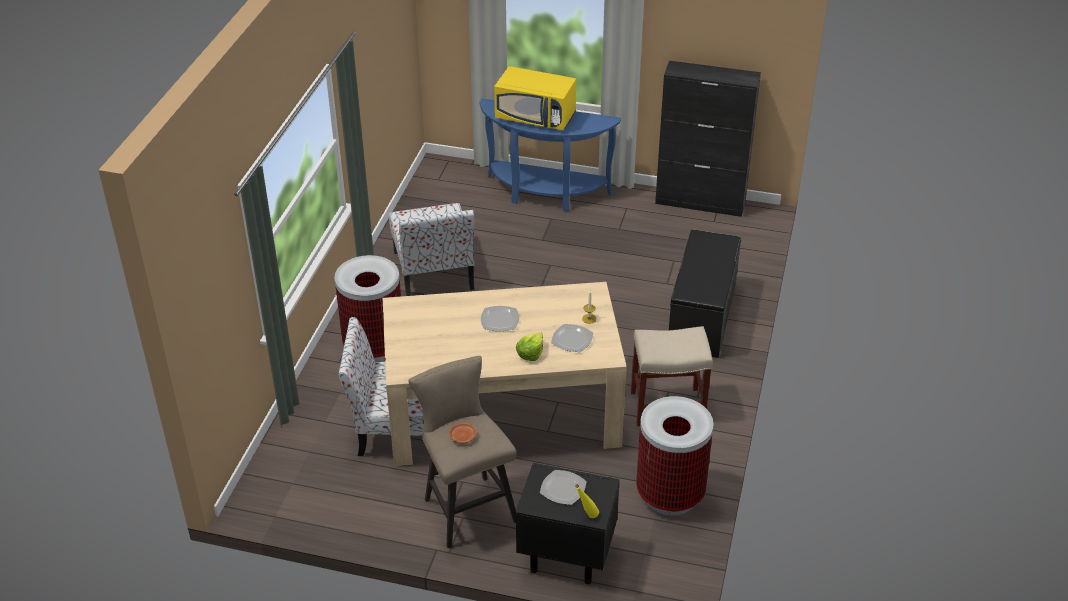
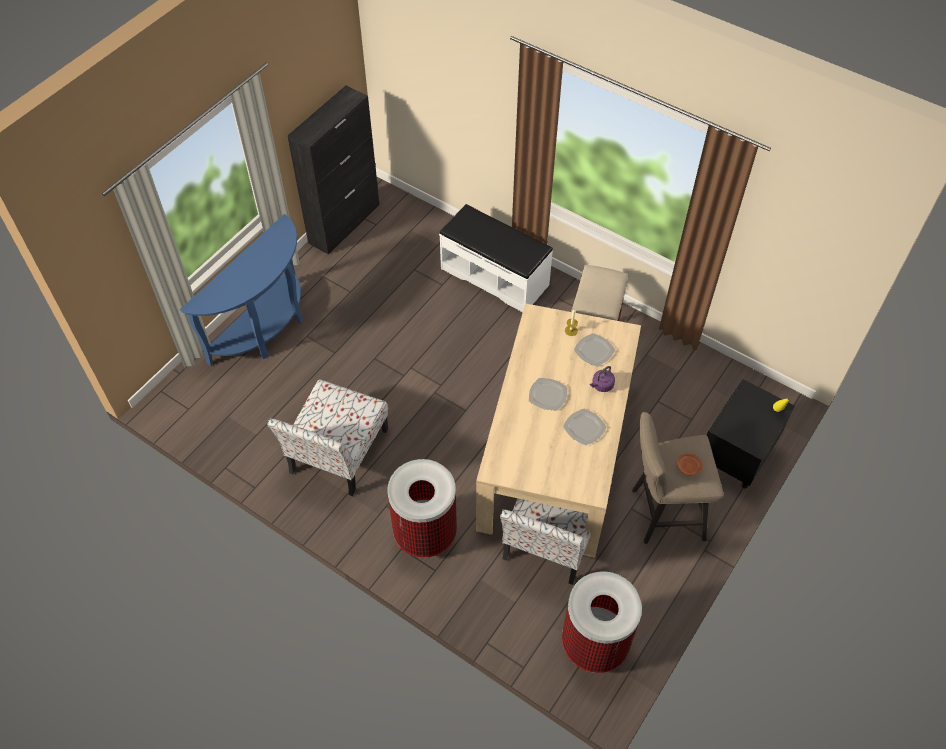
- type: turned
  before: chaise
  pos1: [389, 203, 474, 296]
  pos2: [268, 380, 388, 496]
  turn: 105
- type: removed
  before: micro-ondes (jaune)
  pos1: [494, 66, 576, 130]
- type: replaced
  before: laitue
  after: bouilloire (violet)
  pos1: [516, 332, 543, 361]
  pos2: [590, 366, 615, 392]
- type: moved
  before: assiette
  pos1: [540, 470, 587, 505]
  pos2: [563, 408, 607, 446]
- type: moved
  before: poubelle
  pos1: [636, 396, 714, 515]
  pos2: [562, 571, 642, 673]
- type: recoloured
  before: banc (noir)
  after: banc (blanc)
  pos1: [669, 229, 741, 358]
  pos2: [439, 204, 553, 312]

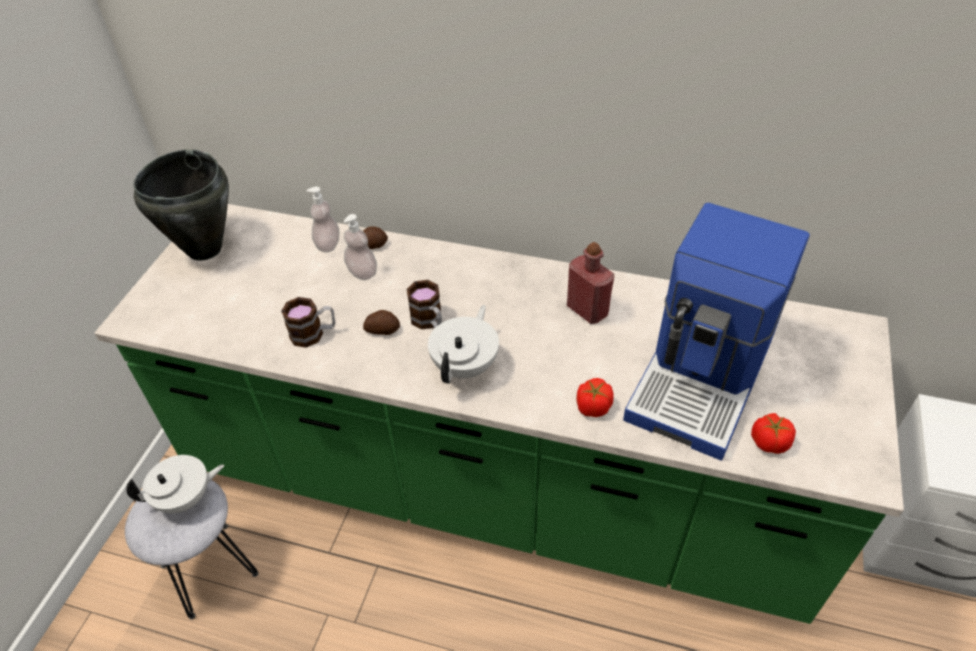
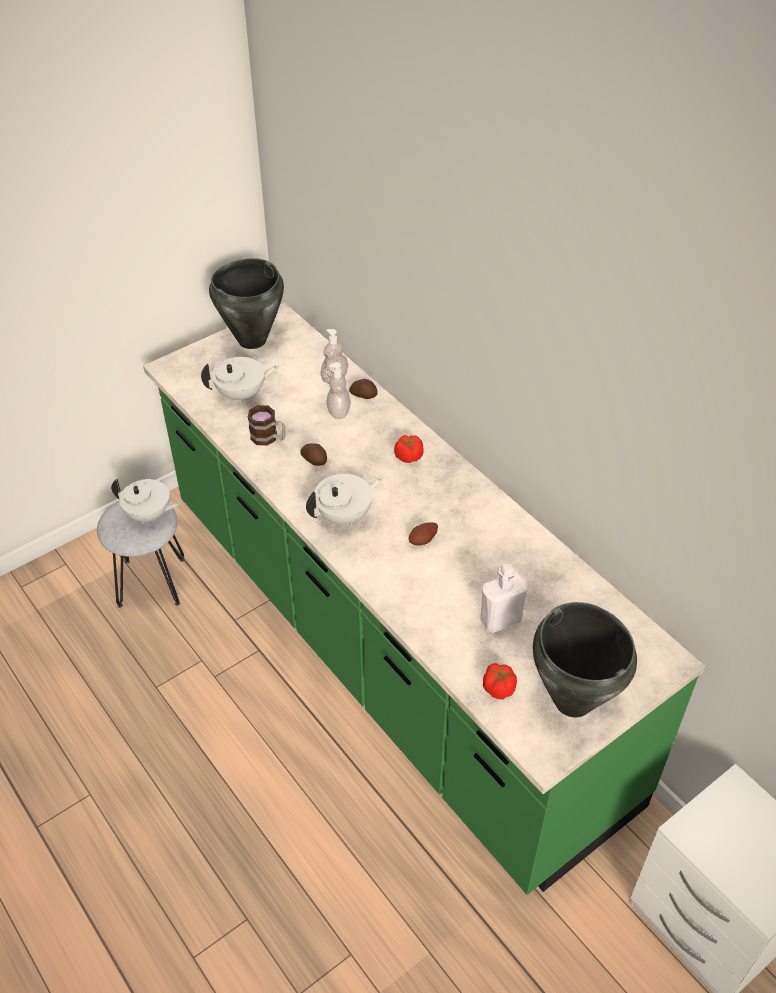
- type: removed
  before: mug
  pos1: [407, 280, 442, 330]
- type: removed
  before: bouteille (rouge)
  pos1: [567, 242, 614, 324]
- type: moved
  before: tomate
  pos1: [576, 378, 614, 417]
  pos2: [394, 435, 423, 463]
- type: replaced
  before: machine à café
  after: bouteille (blanc)
  pos1: [623, 203, 810, 461]
  pos2: [480, 563, 528, 633]
- type: added
  after: théière (blanc)
  pos2: [201, 357, 279, 404]
- type: added
  after: pomme de terre
  pos2: [409, 522, 438, 545]
- type: added
  after: marmite (noir)
  pos2: [533, 602, 637, 717]

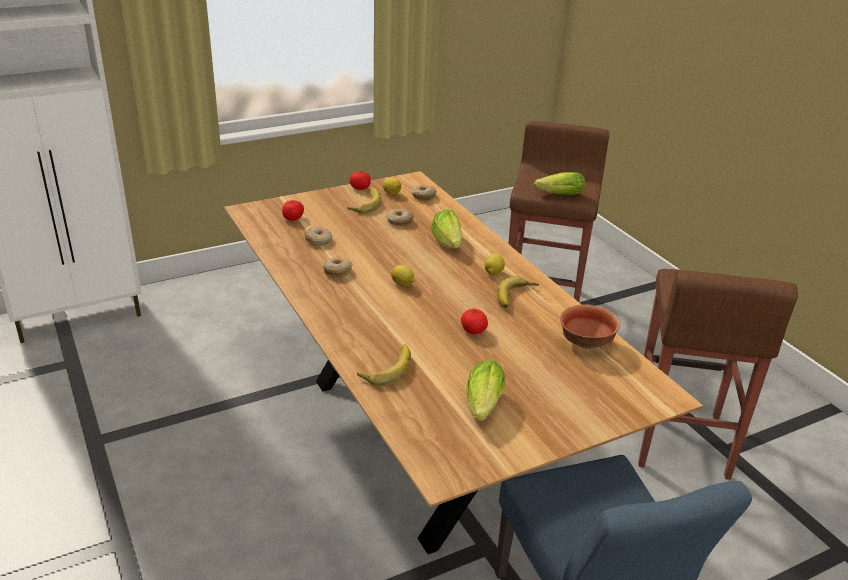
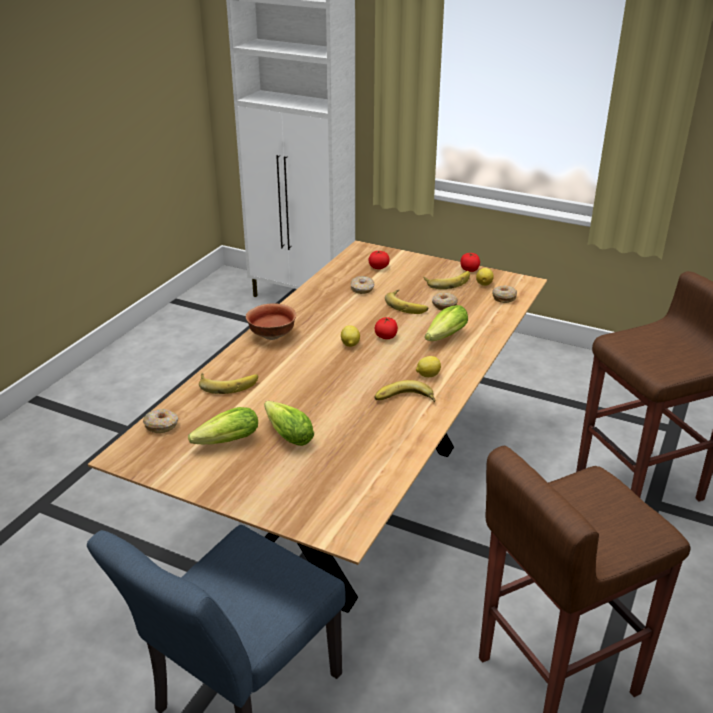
- type: moved
  before: beignet
  pos1: [323, 258, 352, 278]
  pos2: [143, 409, 178, 433]
- type: moved
  before: tomate
  pos1: [461, 308, 488, 334]
  pos2: [375, 317, 398, 339]
- type: moved
  before: laitue
  pos1: [534, 172, 585, 195]
  pos2: [264, 401, 314, 446]
- type: moved
  before: bol
  pos1: [560, 304, 620, 349]
  pos2: [246, 303, 296, 340]
- type: added
  after: banane
  pos2: [385, 290, 428, 314]

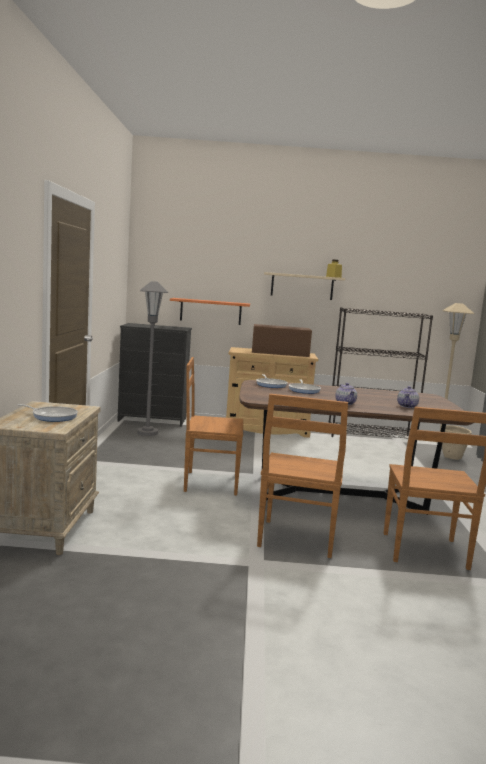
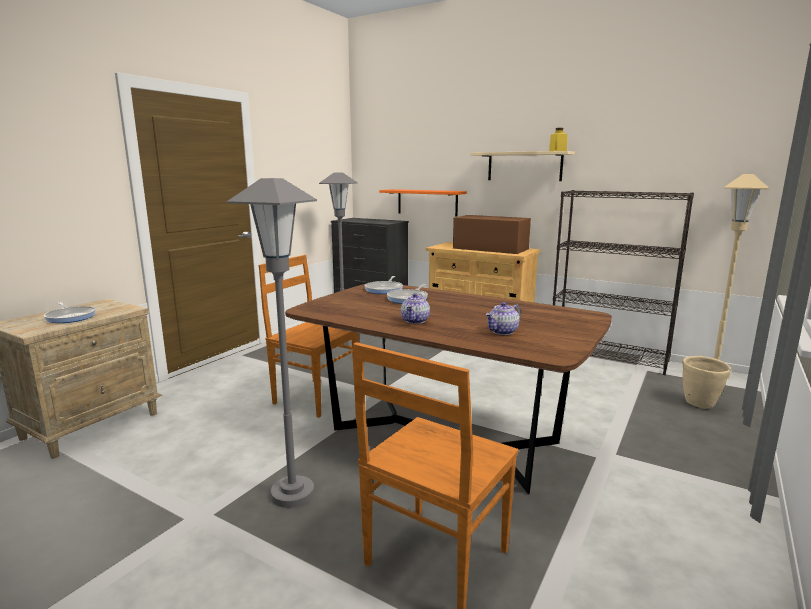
- type: replaced
  before: chaise (marron)
  after: lampadaire (gris)
  pos1: [257, 394, 348, 558]
  pos2: [227, 178, 317, 508]

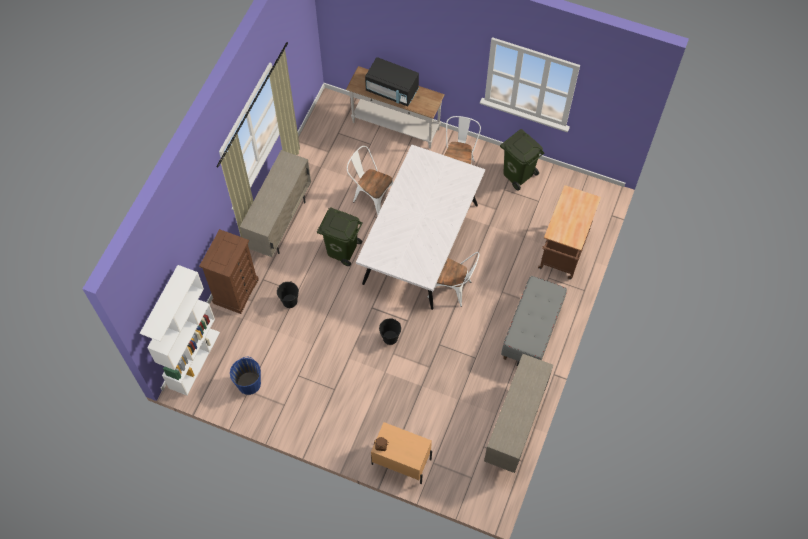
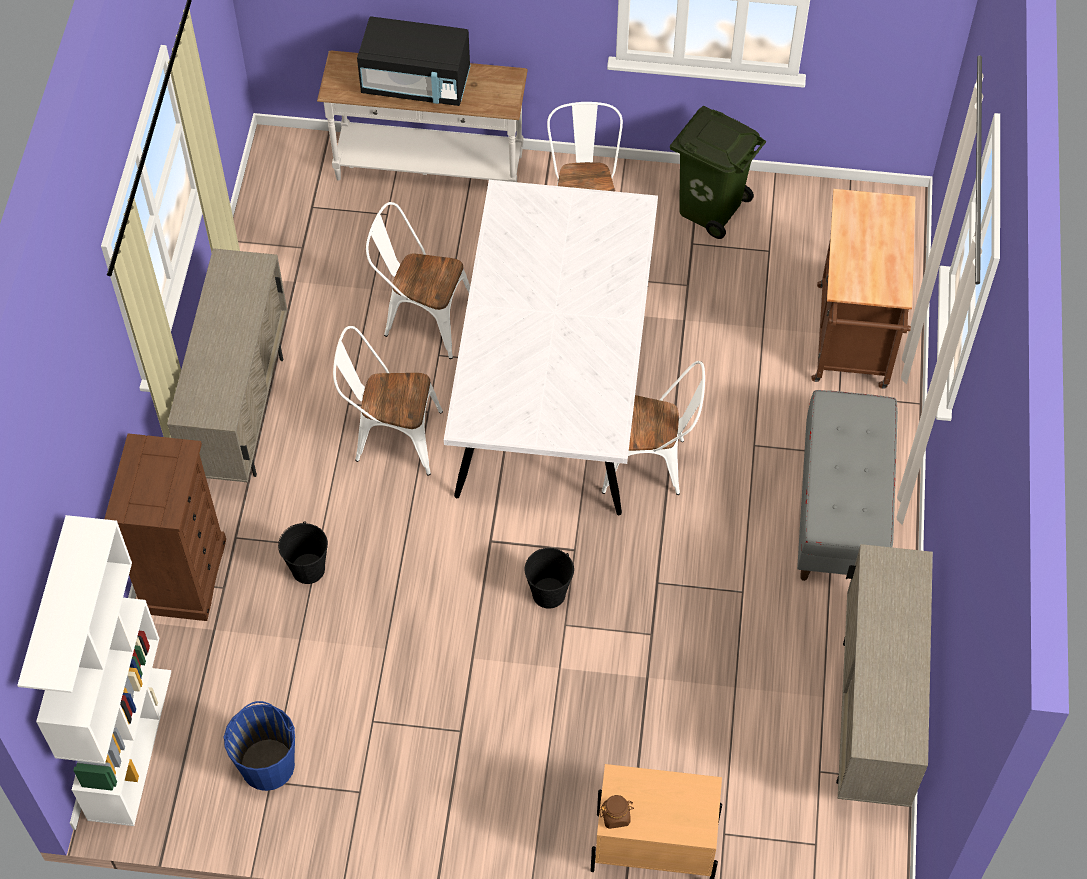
- type: replaced
  before: poubelle (vert)
  after: chaise (blanc)
  pos1: [317, 207, 363, 266]
  pos2: [333, 326, 443, 476]

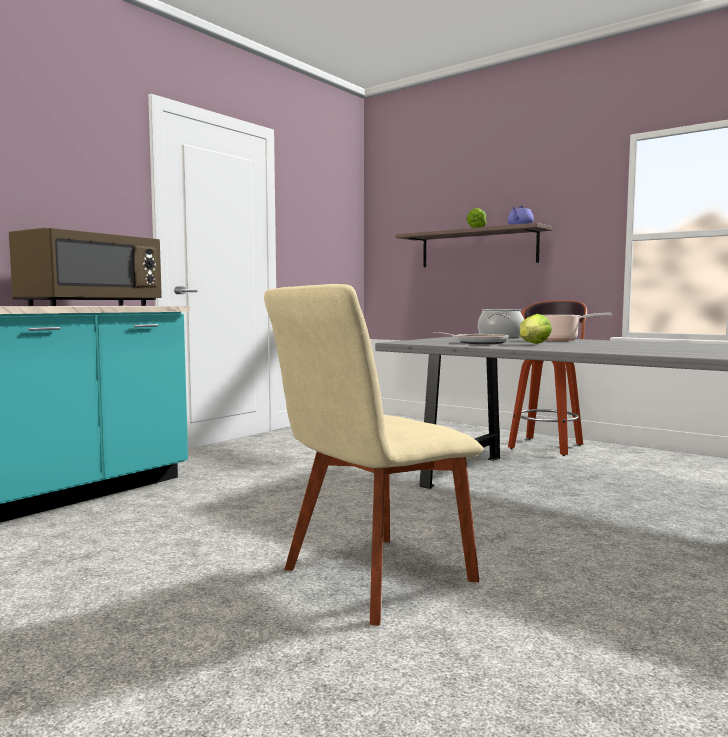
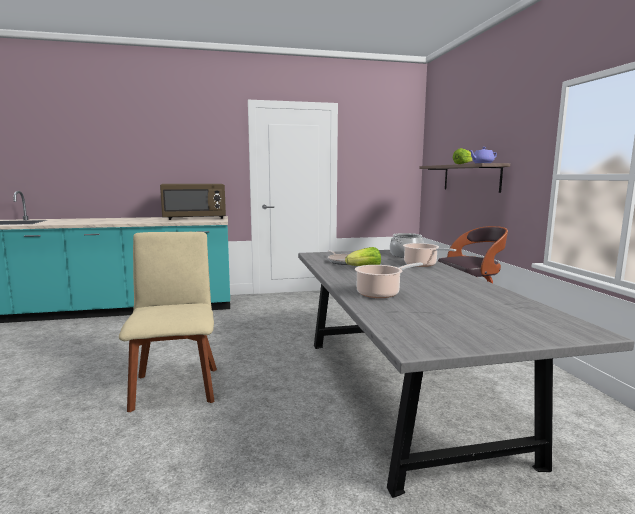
- type: turned
  before: chaise (beige)
  pos1: [264, 284, 483, 625]
  pos2: [119, 232, 217, 412]
  turn: 75
- type: added
  after: marmite
  pos2: [355, 263, 423, 298]

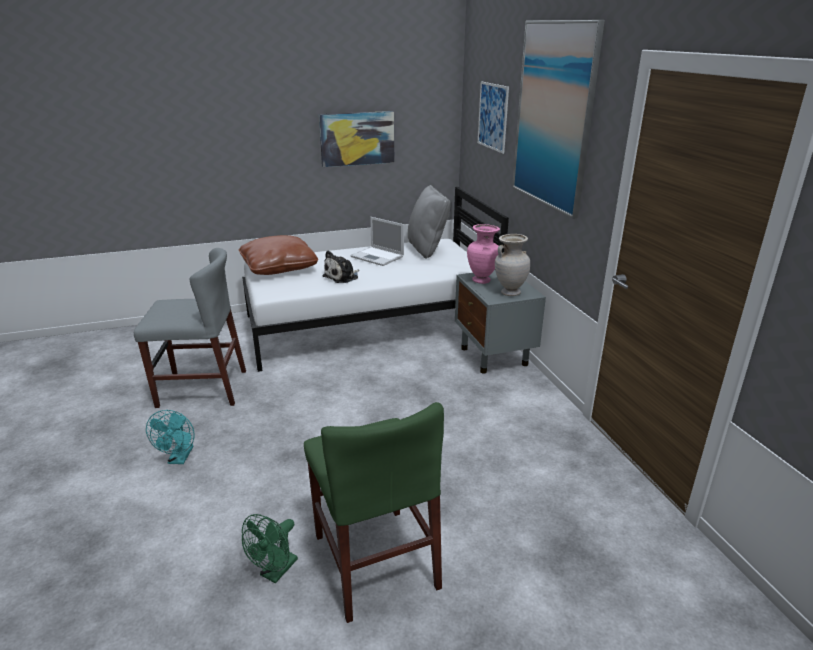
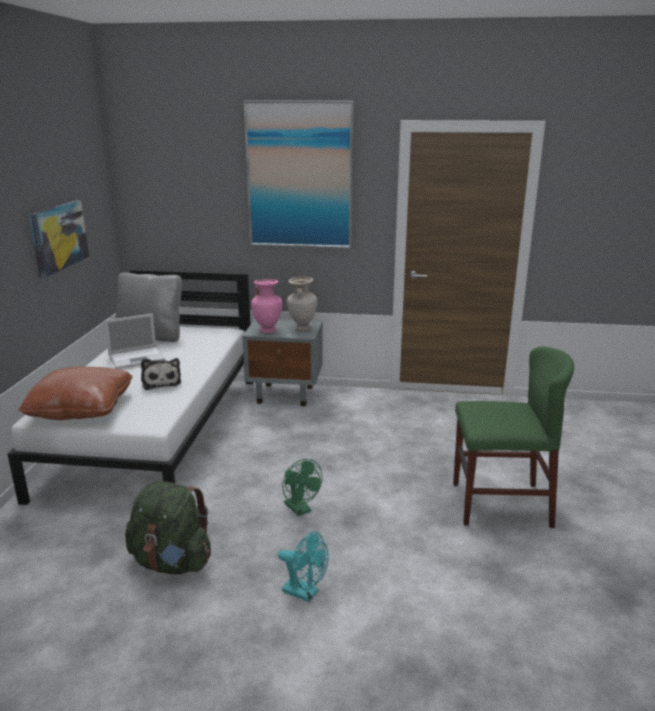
- type: replaced
  before: chaise (gris)
  after: sac à dos (vert)
  pos1: [134, 248, 246, 408]
  pos2: [125, 481, 211, 575]
- type: moved
  before: ventilateur (vert)
  pos1: [242, 514, 298, 584]
  pos2: [282, 459, 322, 516]
- type: removed
  before: tableau
  pos1: [478, 81, 509, 154]

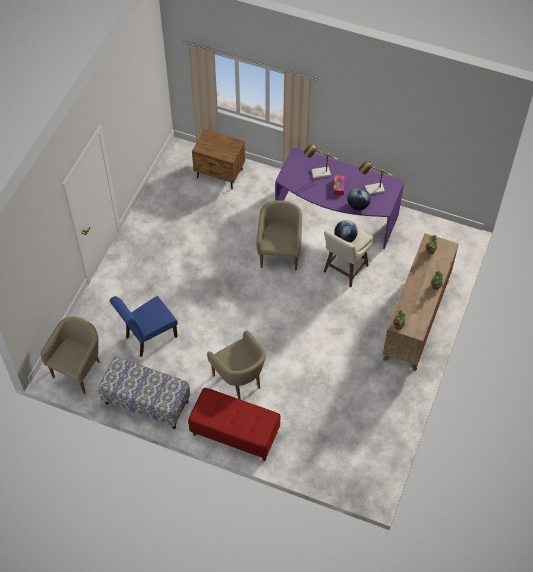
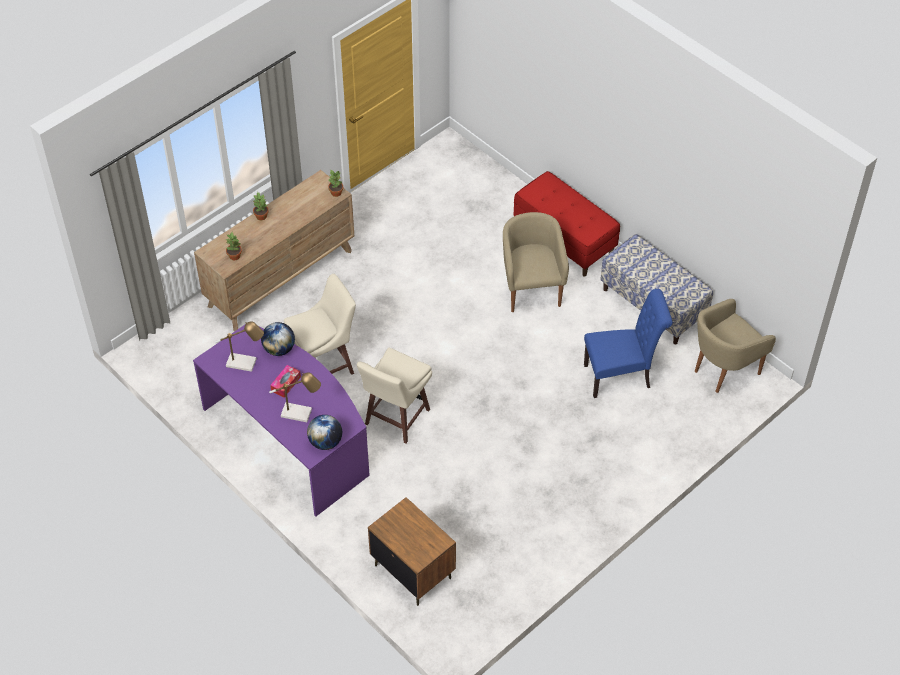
- type: replaced
  before: fauteuil (beige)
  after: tabouret (beige)
  pos1: [256, 200, 302, 270]
  pos2: [357, 348, 432, 443]
- type: moved
  before: globe
  pos1: [334, 220, 358, 243]
  pos2: [307, 415, 342, 450]

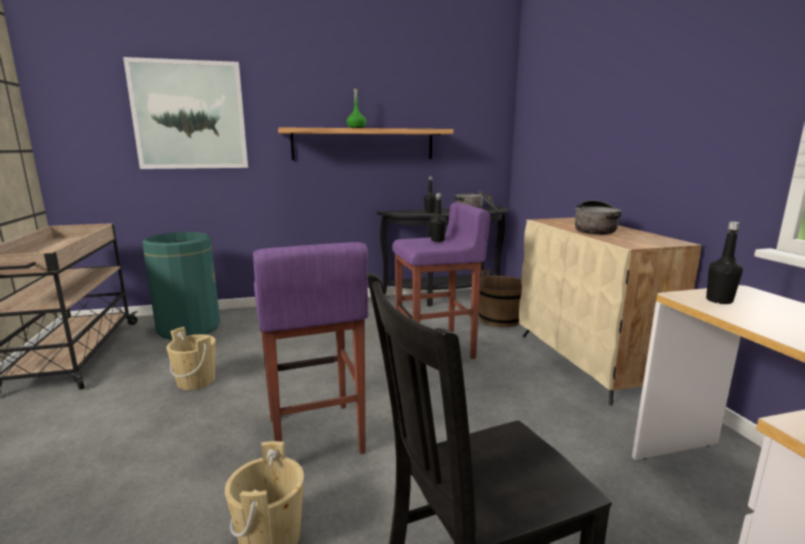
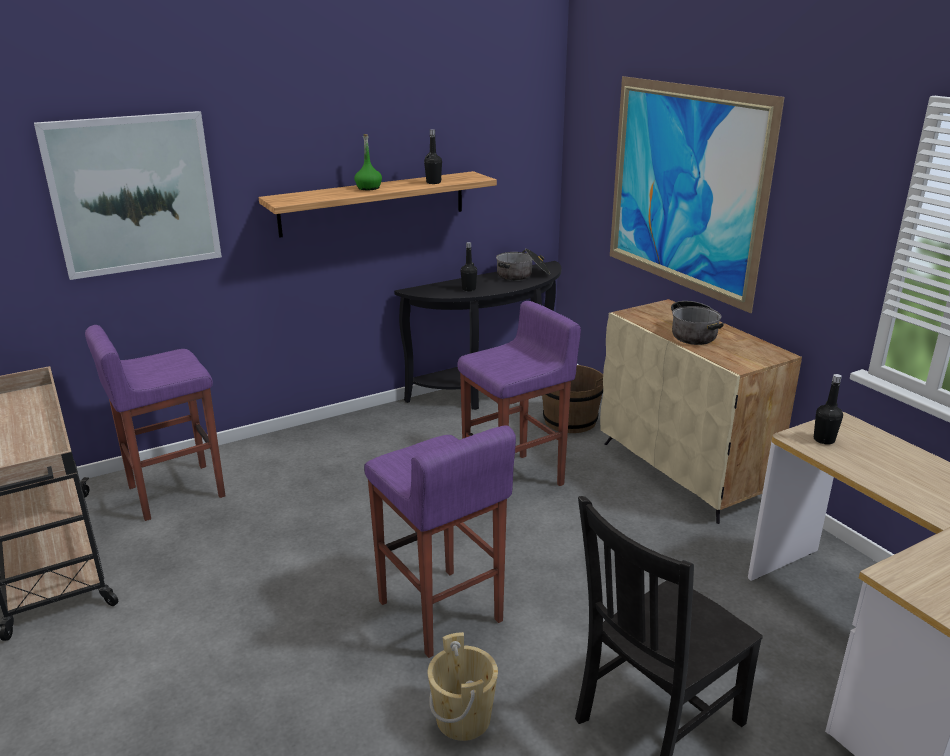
- type: replaced
  before: poubelle (vert)
  after: tabouret (violet)
  pos1: [142, 232, 220, 340]
  pos2: [85, 325, 226, 521]
- type: removed
  before: seau (beige)
  pos1: [166, 327, 216, 390]
- type: moved
  before: bouteille (noir)
  pos1: [430, 193, 447, 242]
  pos2: [424, 129, 442, 184]
- type: added
  after: tableau
  pos2: [610, 76, 785, 313]

